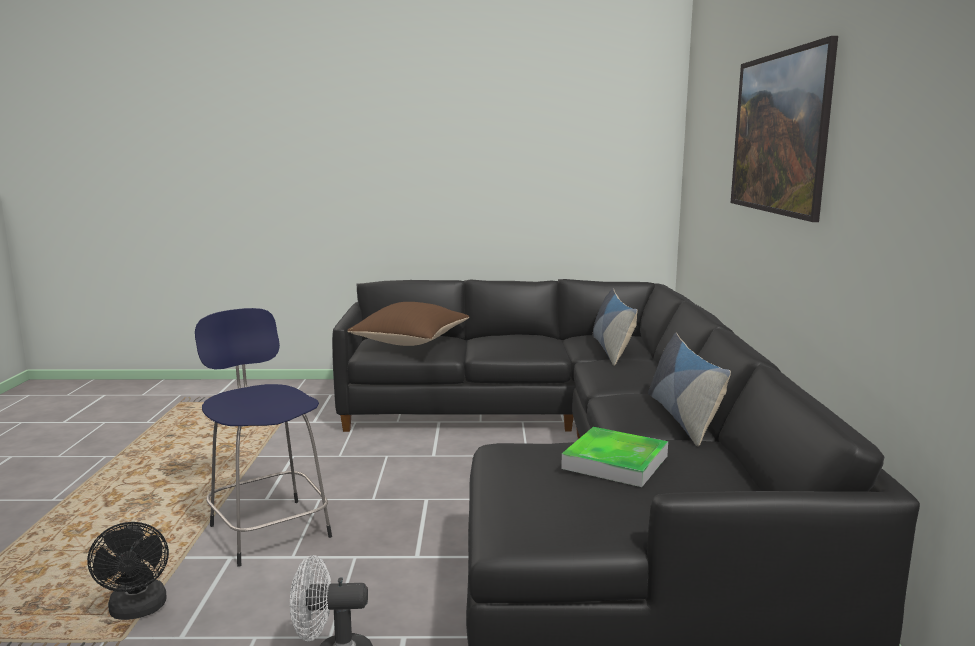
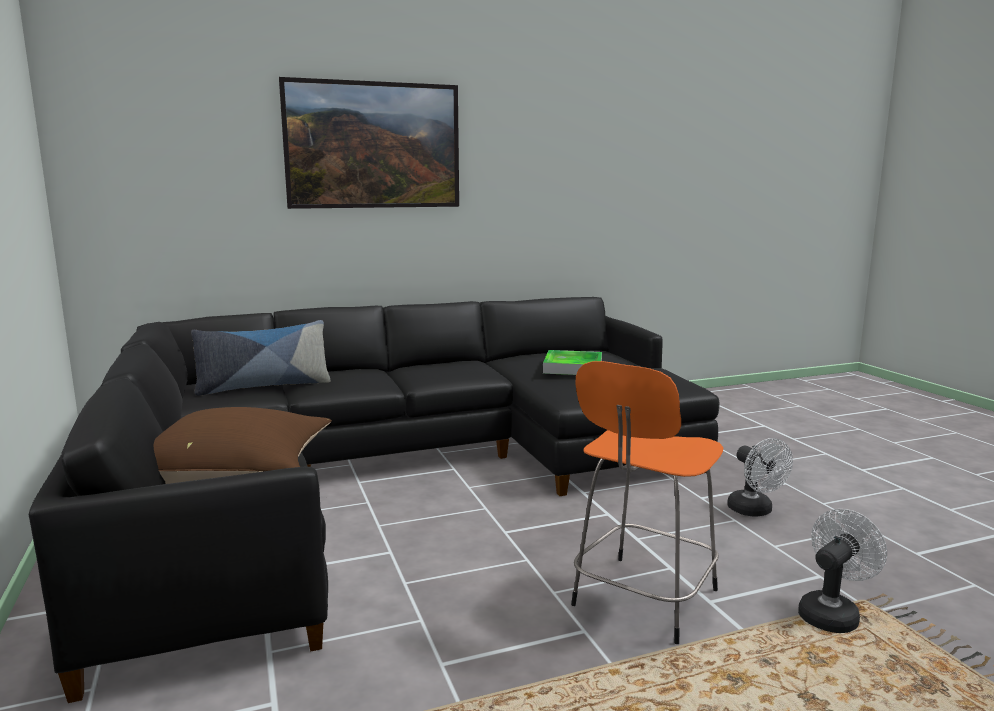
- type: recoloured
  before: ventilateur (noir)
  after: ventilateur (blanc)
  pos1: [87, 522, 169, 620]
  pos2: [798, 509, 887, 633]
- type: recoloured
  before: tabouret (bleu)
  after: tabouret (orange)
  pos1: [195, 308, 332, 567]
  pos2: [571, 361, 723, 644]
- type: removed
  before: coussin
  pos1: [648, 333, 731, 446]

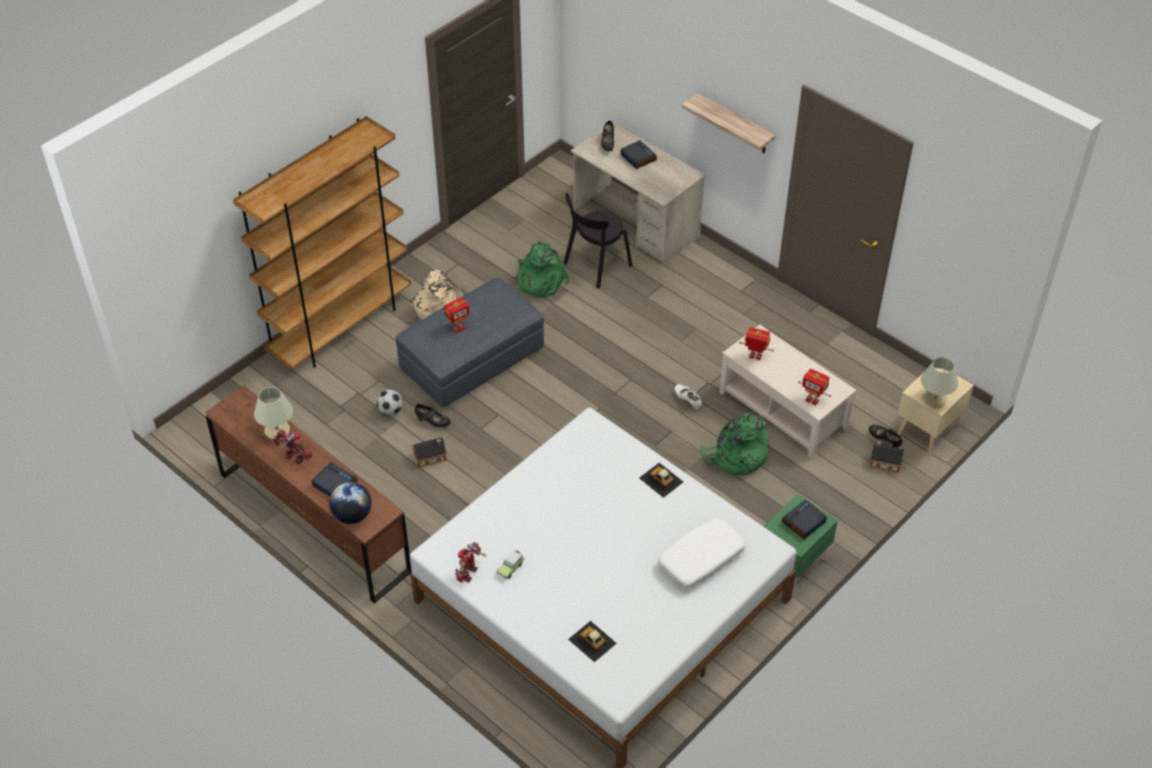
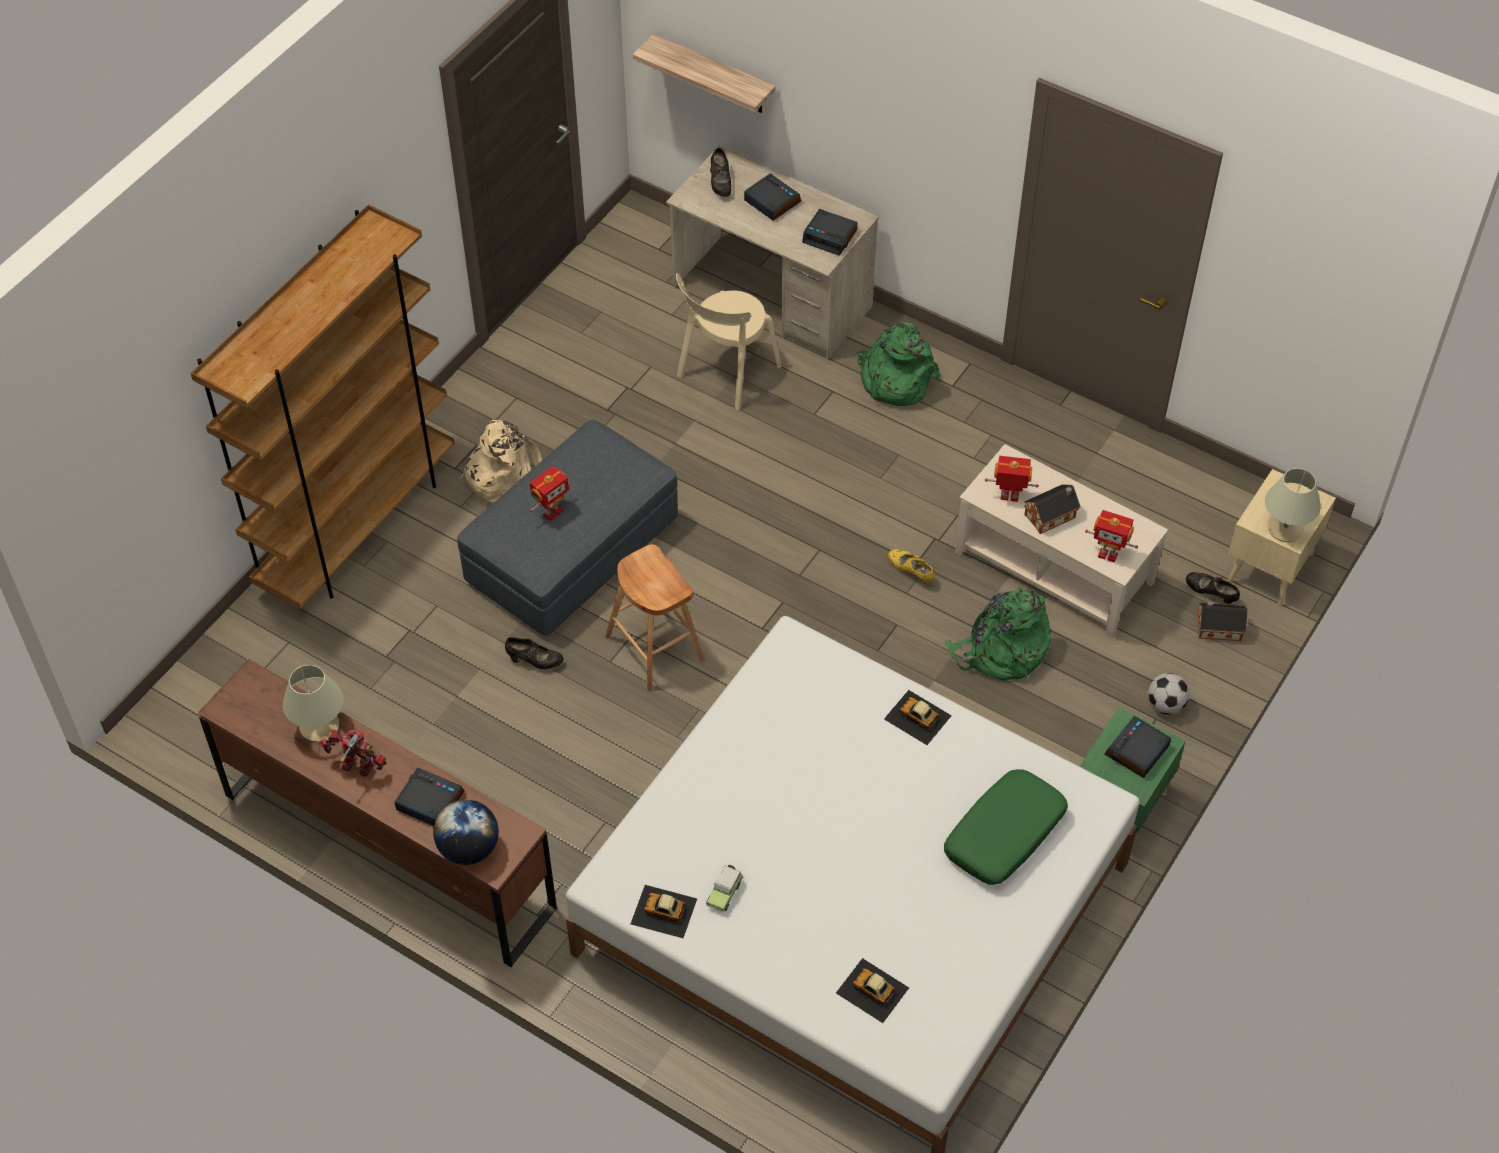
- type: moved
  before: ballon de foot
  pos1: [377, 389, 403, 416]
  pos2: [1148, 673, 1190, 715]
- type: moved
  before: maison miniature
  pos1: [412, 437, 447, 468]
  pos2: [1024, 484, 1081, 534]
- type: replaced
  before: robot jouet
  after: petite voiture
  pos1: [455, 542, 486, 582]
  pos2: [631, 885, 697, 938]
- type: moved
  before: sac à dos (vert)
  pos1: [517, 241, 569, 298]
  pos2: [857, 322, 941, 406]
- type: recoloured
  before: chaise (noir)
  after: chaise (beige)
  pos1: [564, 193, 632, 289]
  pos2: [676, 273, 782, 410]
- type: recoloured
  before: coussin (blanc)
  after: coussin (vert)
  pos1: [658, 519, 746, 587]
  pos2: [944, 769, 1068, 885]
- type: recoloured
  before: chaussure (blanc)
  after: chaussure (jaune)
  pos1: [674, 384, 702, 409]
  pos2: [888, 549, 935, 584]
- type: moved
  before: étagère
  pos1: [682, 93, 776, 153]
  pos2: [633, 34, 775, 113]
- type: added
  after: tabouret (marron)
  pos2: [605, 544, 705, 691]
- type: added
  after: réveil
  pos2: [802, 209, 858, 256]

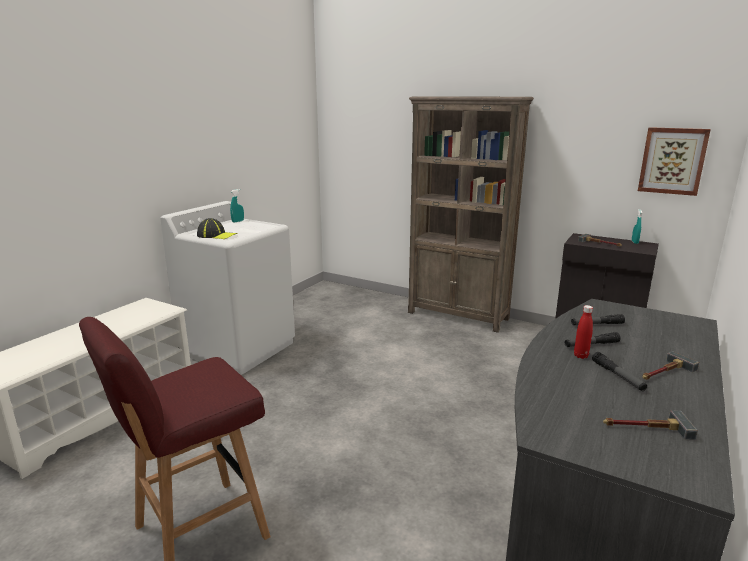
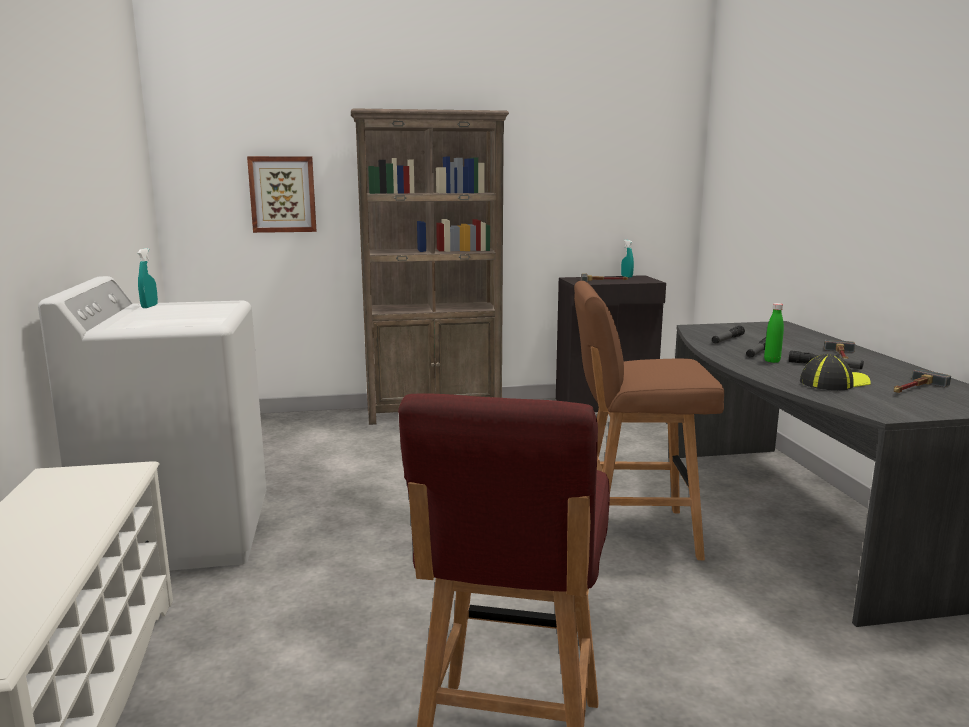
- type: moved
  before: casquette
  pos1: [197, 218, 238, 239]
  pos2: [800, 354, 871, 390]
- type: recoloured
  before: bouteille (rouge)
  after: bouteille (vert)
  pos1: [574, 305, 593, 359]
  pos2: [764, 303, 784, 363]
- type: moved
  before: tableau
  pos1: [638, 127, 711, 196]
  pos2: [247, 156, 317, 233]
- type: added
  after: tabouret (marron)
  pos2: [574, 281, 724, 560]

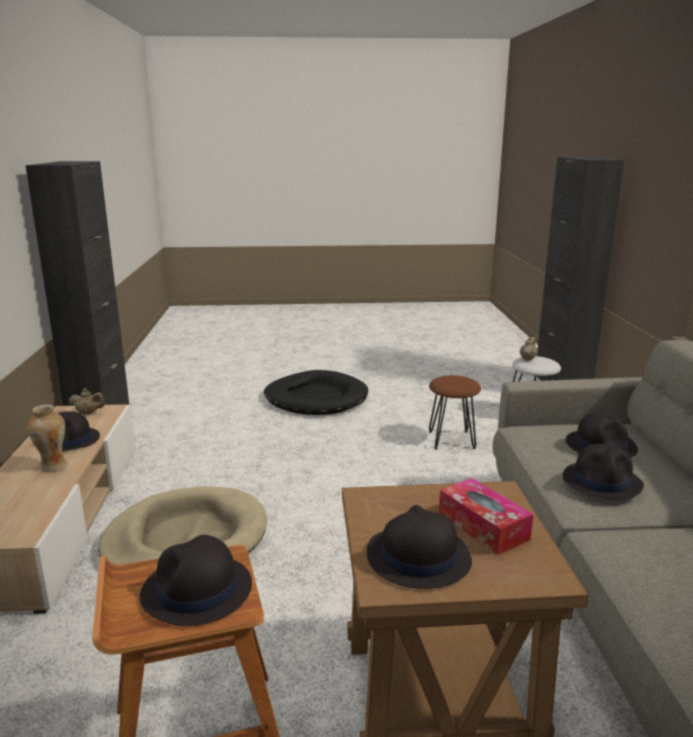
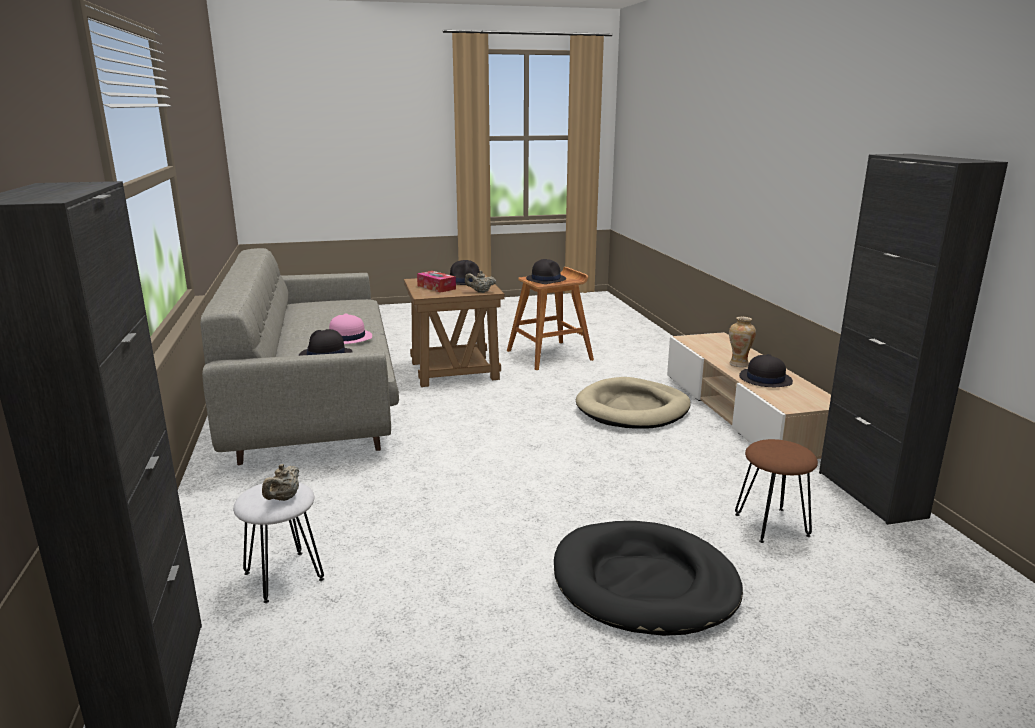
- type: moved
  before: théière (beige)
  pos1: [69, 388, 105, 414]
  pos2: [465, 271, 496, 293]
- type: moved
  before: tabouret (marron)
  pos1: [429, 375, 481, 449]
  pos2: [735, 439, 818, 543]
- type: recoloured
  before: chapeau (noir)
  after: chapeau (rose)
  pos1: [563, 443, 644, 500]
  pos2: [329, 313, 372, 344]

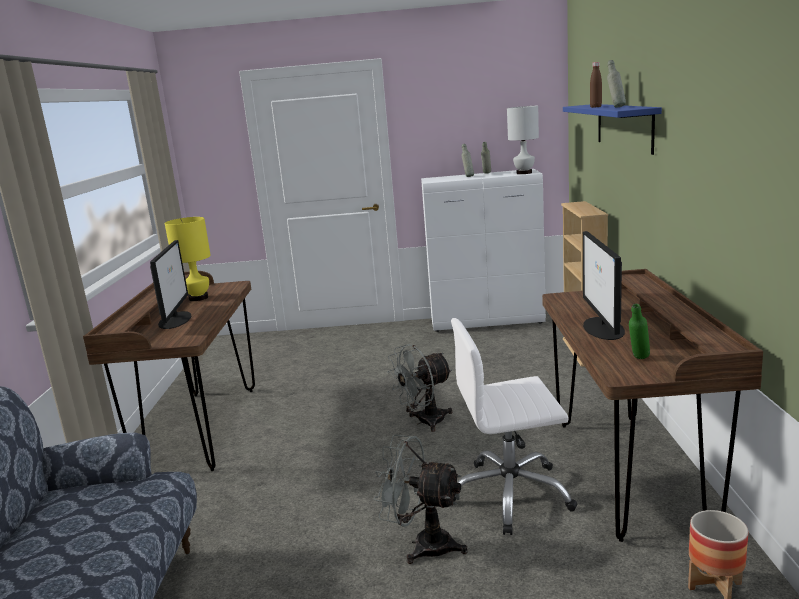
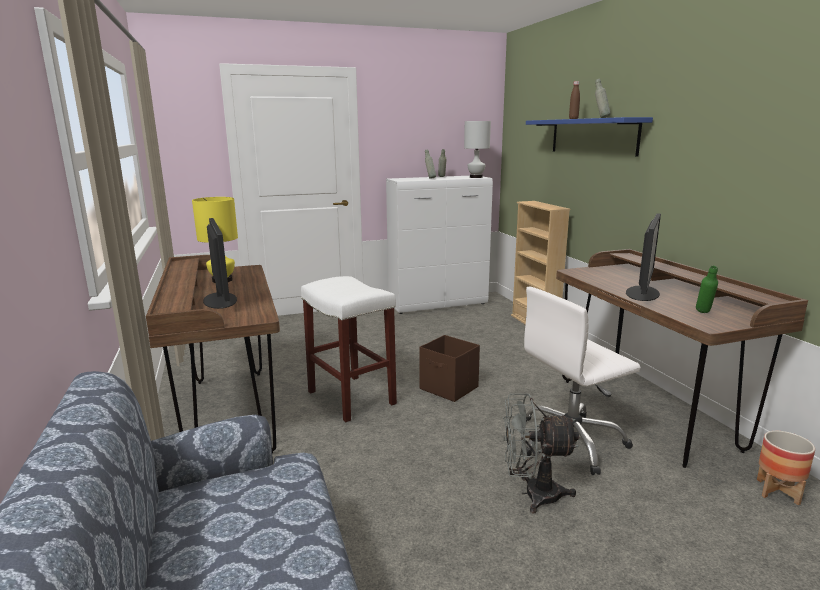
- type: replaced
  before: ventilateur (gris)
  after: boîte de rangement (marron)
  pos1: [387, 344, 452, 432]
  pos2: [419, 335, 480, 402]
- type: turned
  before: écran d'ordinateur
  pos1: [583, 231, 625, 340]
  pos2: [626, 213, 661, 301]
  turn: -135
- type: added
  after: tabouret (blanc)
  pos2: [301, 276, 397, 422]

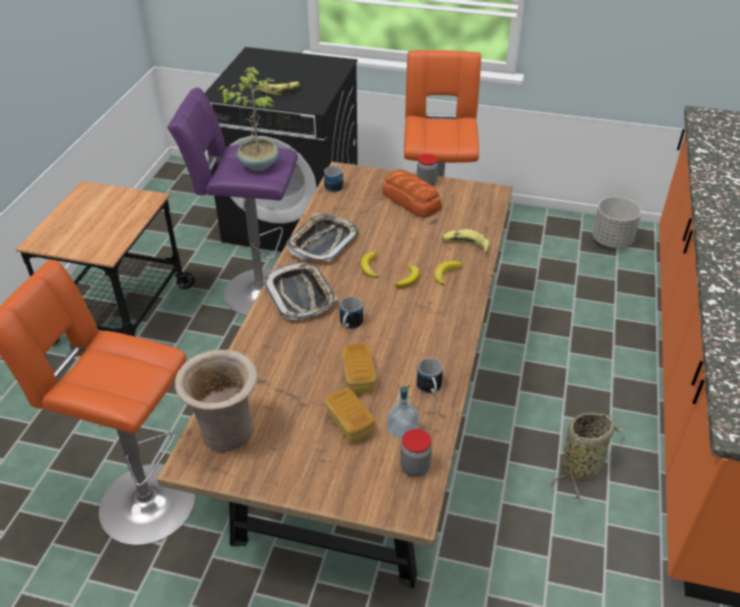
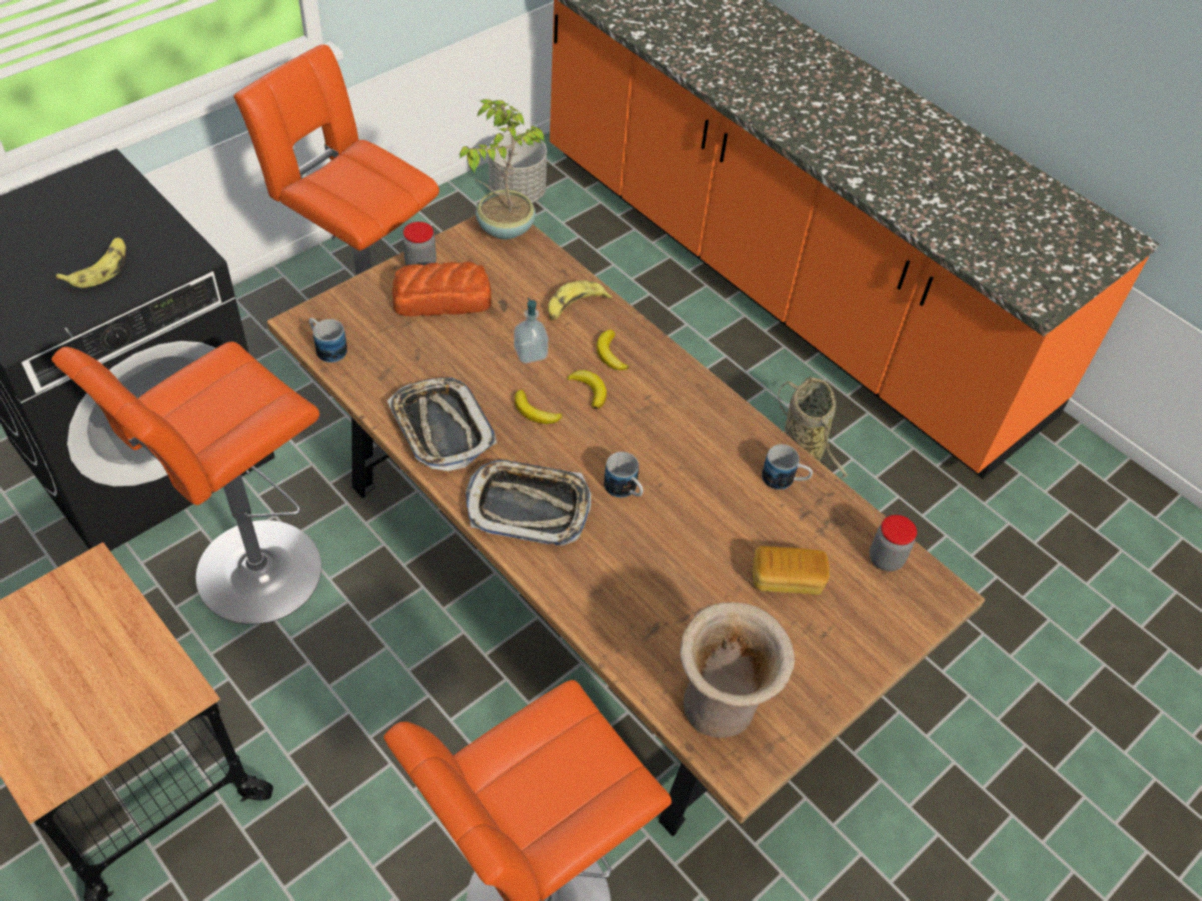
- type: recoloured
  before: tabouret (violet)
  after: tabouret (orange)
  pos1: [167, 88, 298, 316]
  pos2: [51, 342, 322, 625]
- type: moved
  before: plante en pot
  pos1: [218, 67, 278, 171]
  pos2: [459, 99, 545, 239]
- type: removed
  before: pain
  pos1: [342, 343, 376, 394]
- type: moved
  before: distributeur de savon
  pos1: [387, 385, 419, 441]
  pos2: [514, 298, 548, 364]

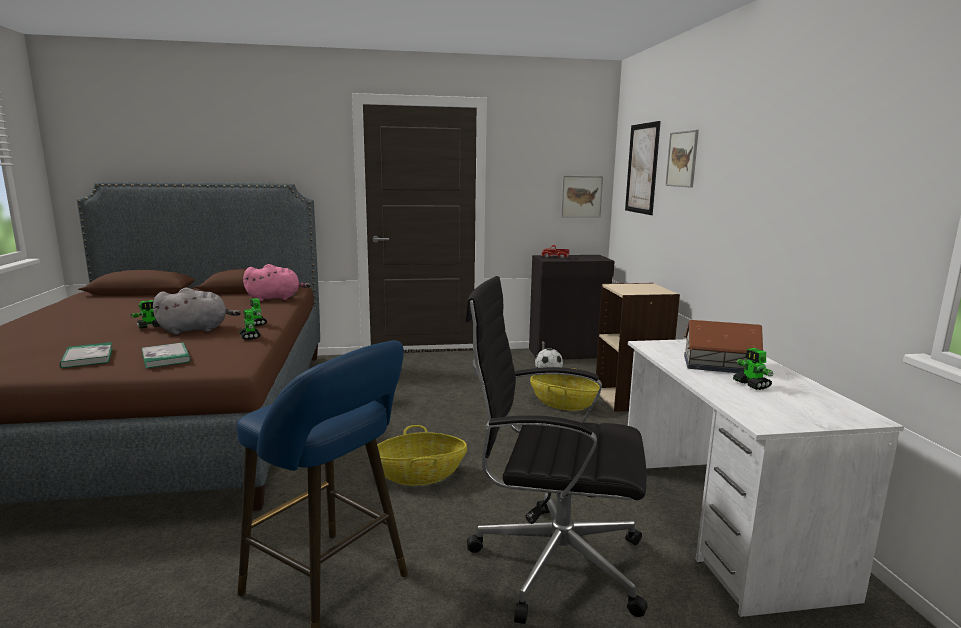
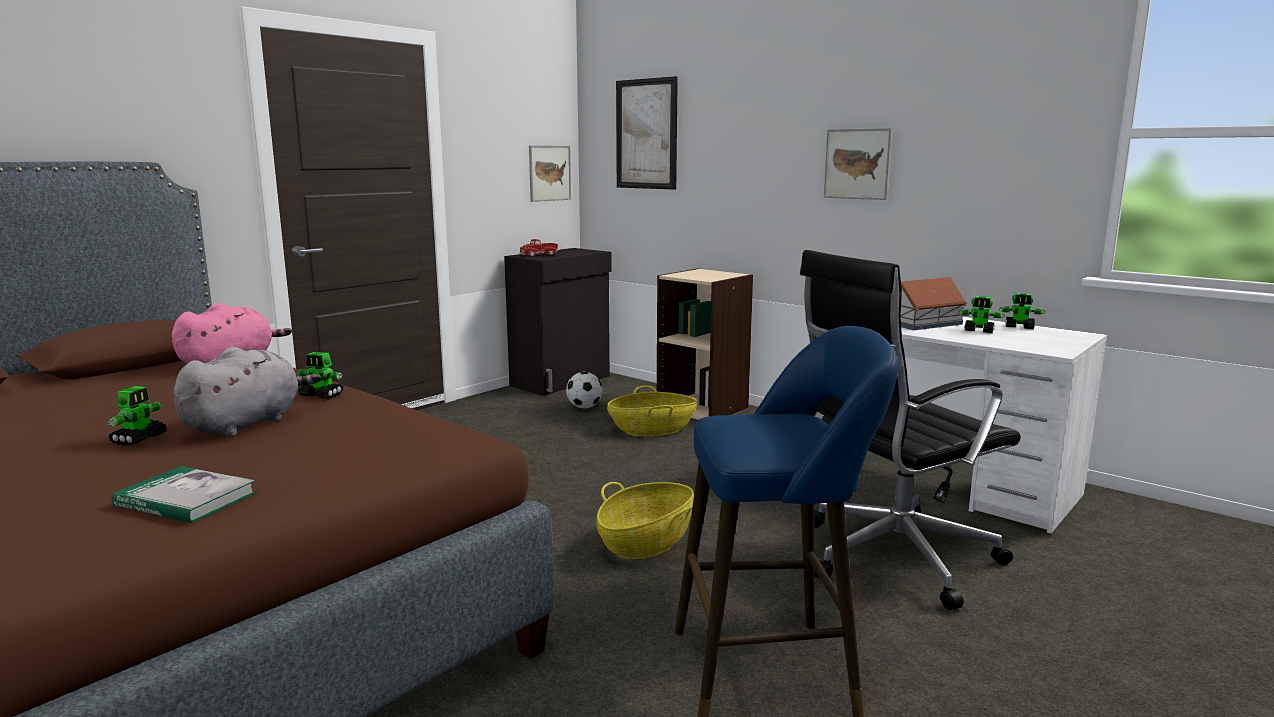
- type: removed
  before: livre
  pos1: [142, 342, 191, 369]
- type: moved
  before: robot jouet
  pos1: [239, 309, 261, 340]
  pos2: [999, 293, 1046, 329]
- type: moved
  before: tableau
  pos1: [665, 130, 699, 188]
  pos2: [824, 128, 893, 200]

